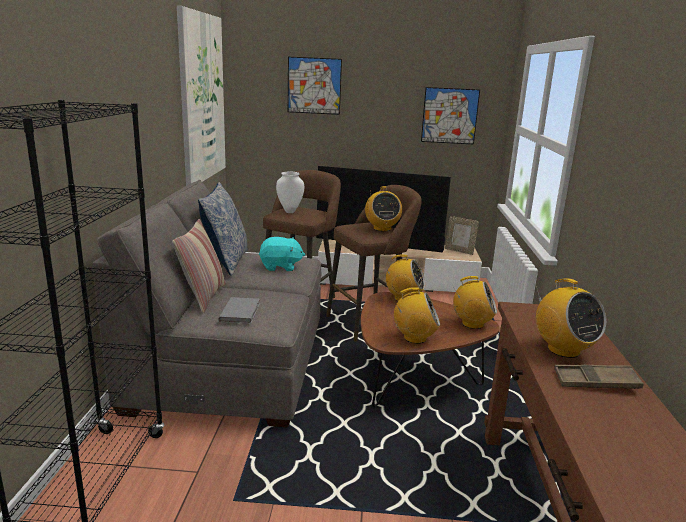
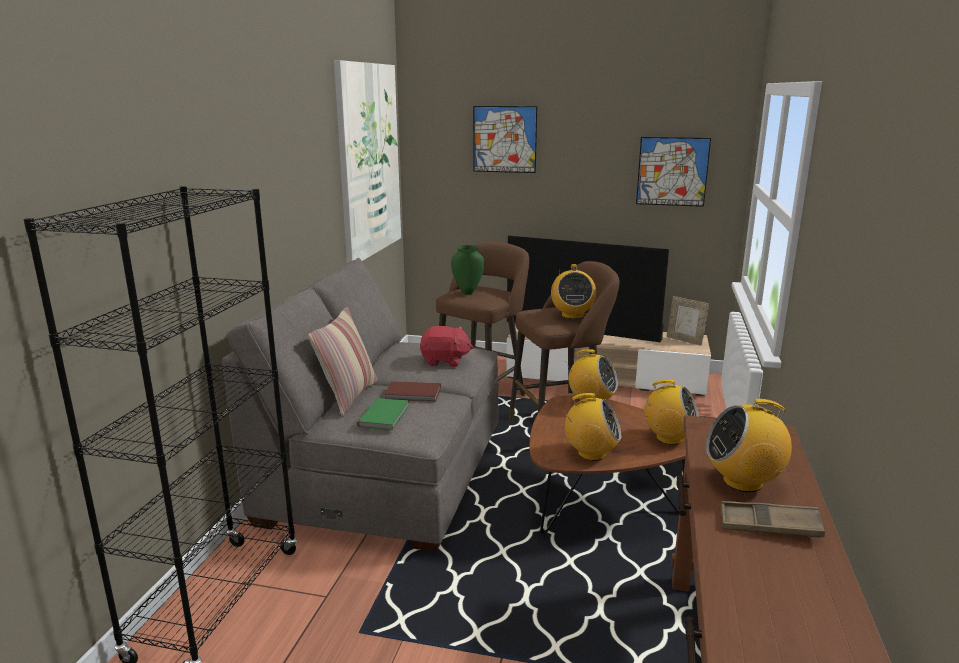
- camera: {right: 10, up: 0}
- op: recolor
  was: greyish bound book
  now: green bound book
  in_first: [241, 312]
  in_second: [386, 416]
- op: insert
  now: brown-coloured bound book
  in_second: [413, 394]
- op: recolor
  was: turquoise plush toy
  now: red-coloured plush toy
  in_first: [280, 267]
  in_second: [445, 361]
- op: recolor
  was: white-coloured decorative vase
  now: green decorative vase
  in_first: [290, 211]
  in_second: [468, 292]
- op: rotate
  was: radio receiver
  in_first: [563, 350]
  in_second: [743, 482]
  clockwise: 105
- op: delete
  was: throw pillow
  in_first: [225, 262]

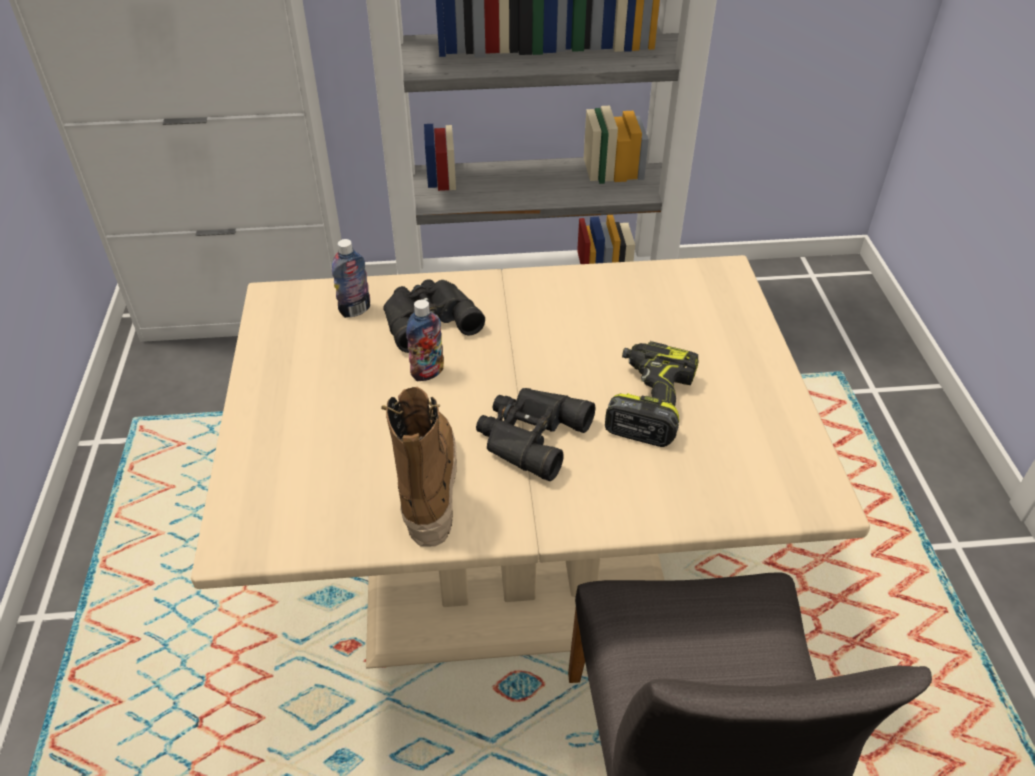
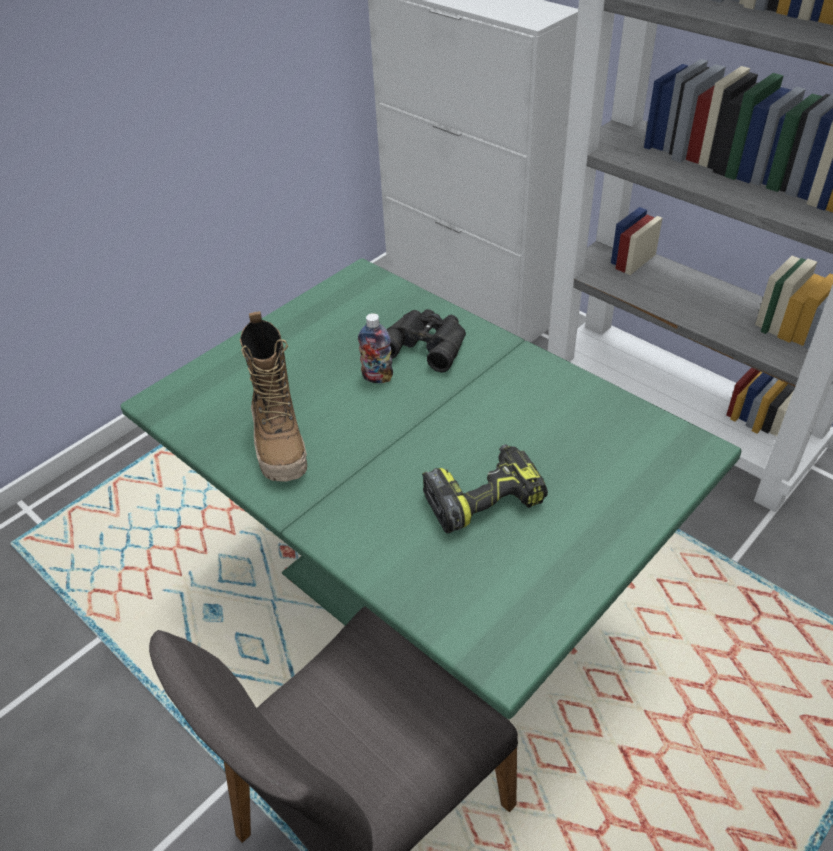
- camera: {right: 50, up: 0}
- op: recolor
  was: sand-coloured dinner table
  now: green dinner table
  in_first: [517, 582]
  in_second: [425, 600]
- op: rotate
  was: boot
  in_first: [427, 485]
  in_second: [280, 444]
  clockwise: 120
- op: delete
  was: drink bottle
  in_first: [355, 310]
- op: delete
  was: black-coloured pair of binoculars
  in_first: [529, 436]

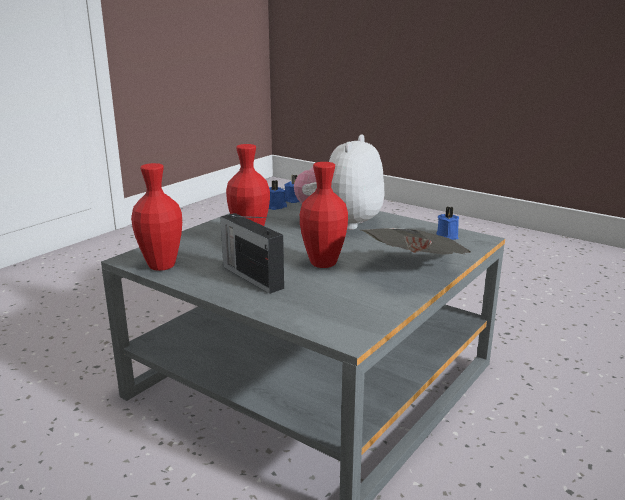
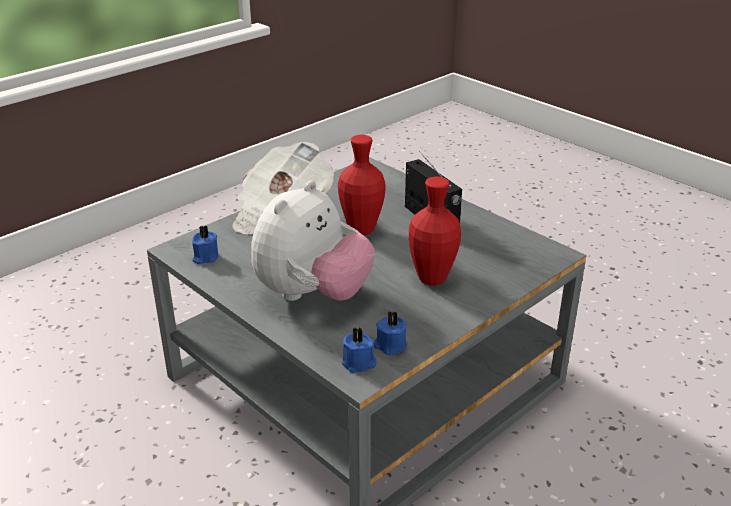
- camera: {right: -170, up: 10}
- op: delete
  was: red-coloured decorative vase
  in_first: [161, 266]

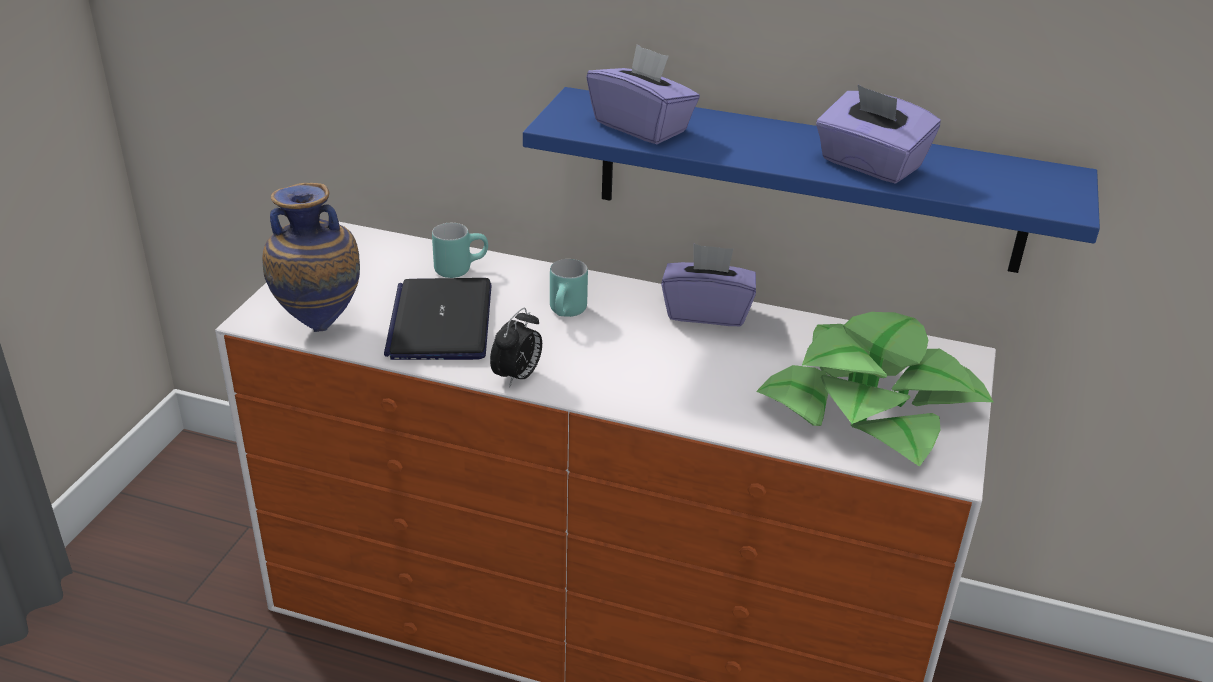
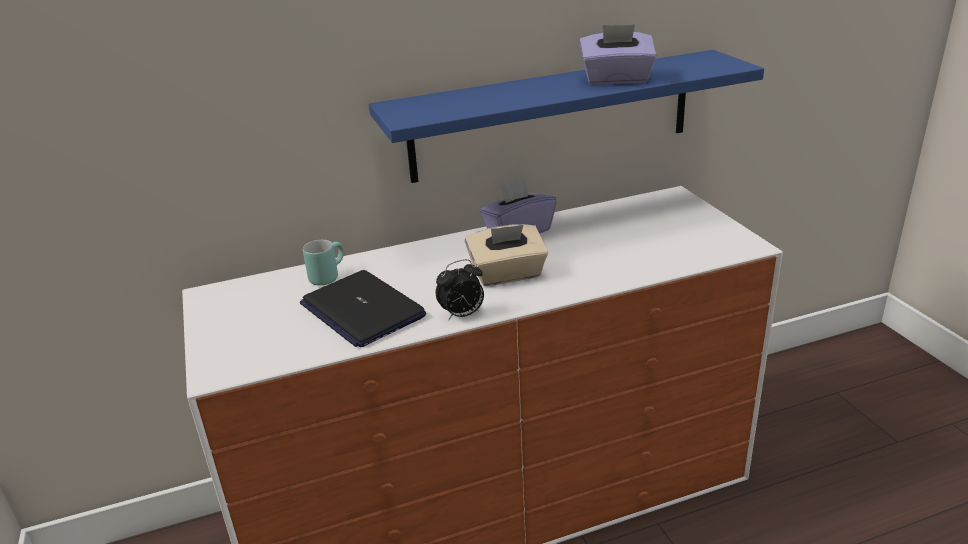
- camera: {right: -35, up: -5}
- op: rotate
  was: table clock
  in_first: [517, 377]
  in_second: [462, 315]
  clockwise: 75
- op: insert
  now: sand-coloured box of tissues
  in_second: [507, 275]
- op: delete
  was: decorative vase
  in_first: [320, 324]
- op: delete
  was: turquoise mug
  in_first: [568, 314]
- op: delete
  was: purplish box of tissues
  in_first: [641, 127]
- op: delete
  was: potted plant
  in_first: [872, 409]

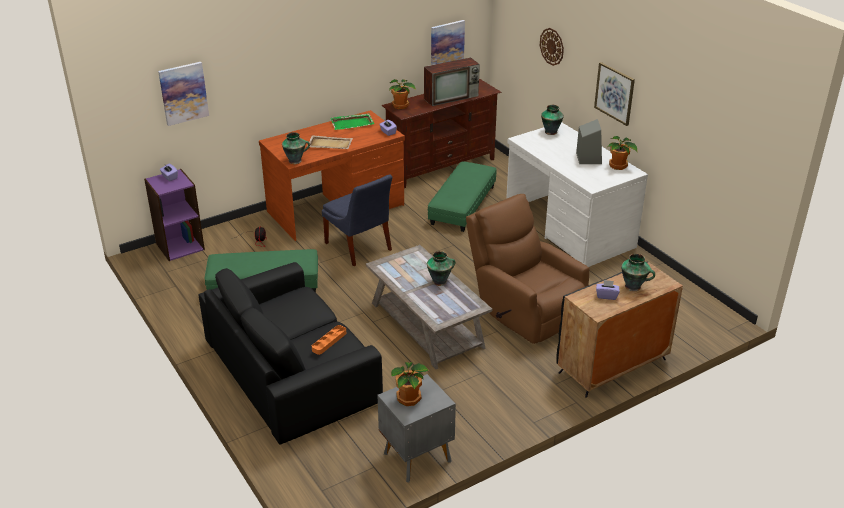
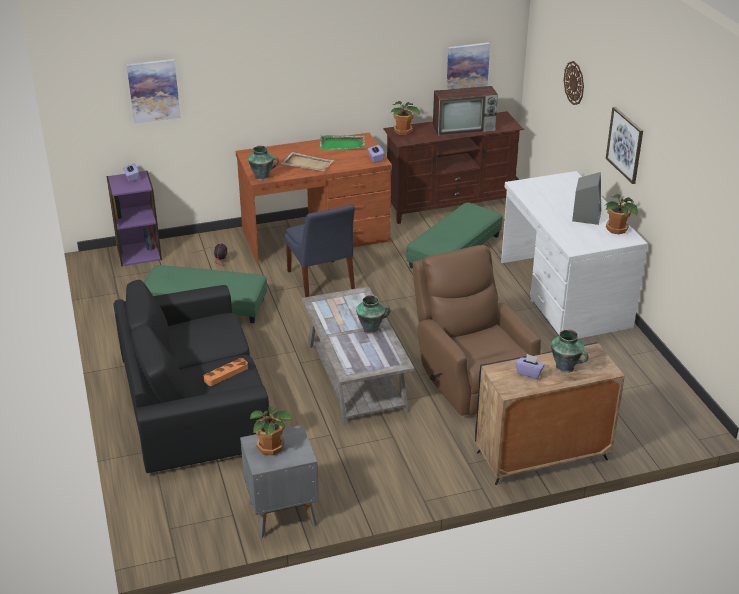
- camera: {right: 15, up: 0}
- op: delete
  was: decorative vase
  in_first: [551, 132]

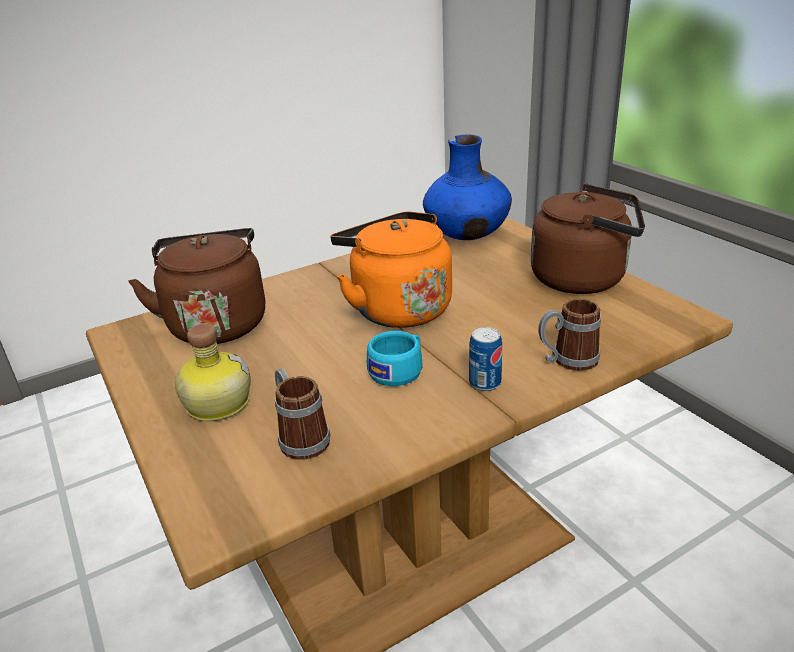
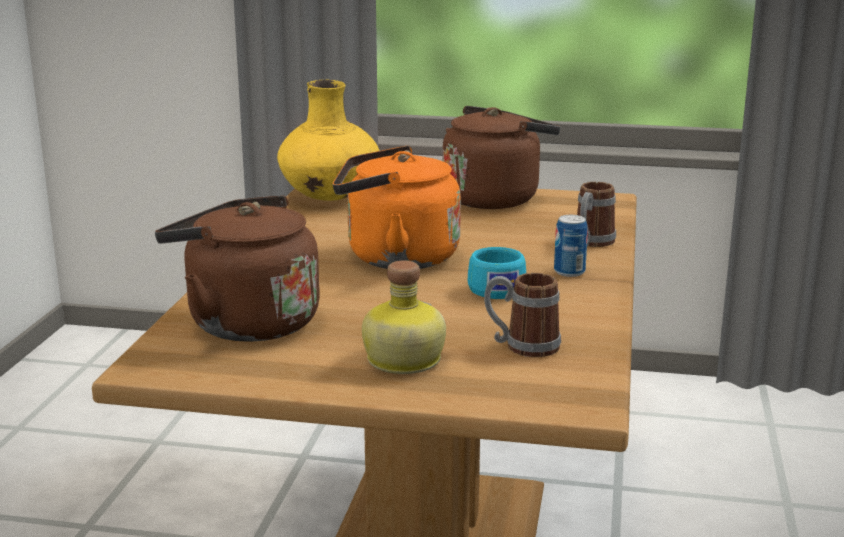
- camera: {right: -50, up: -10}
- op: recolor
  was: bluish decorative vase
  now: yellow-coloured decorative vase
  in_first: [467, 236]
  in_second: [329, 198]

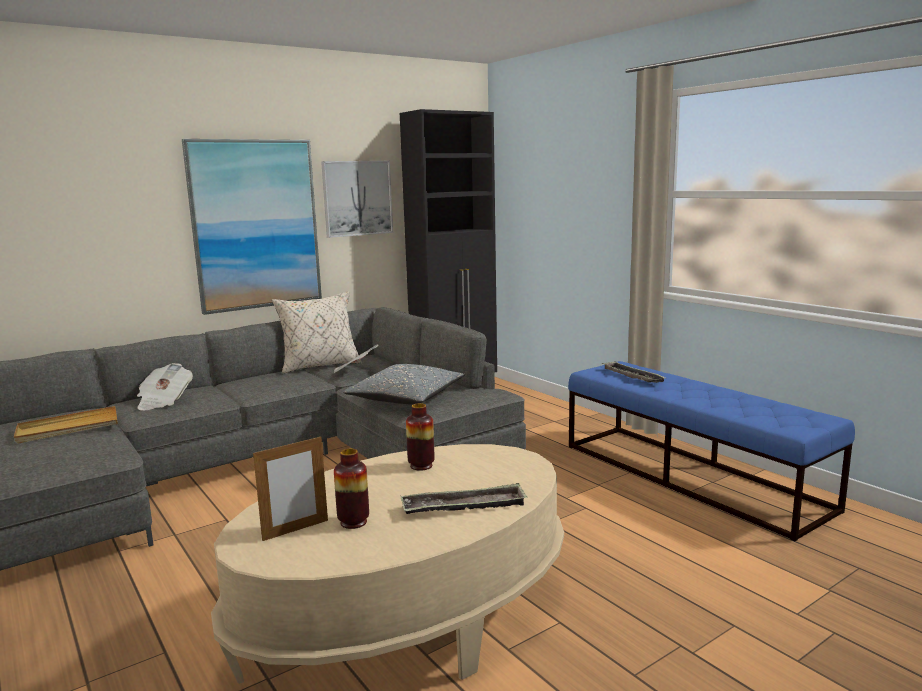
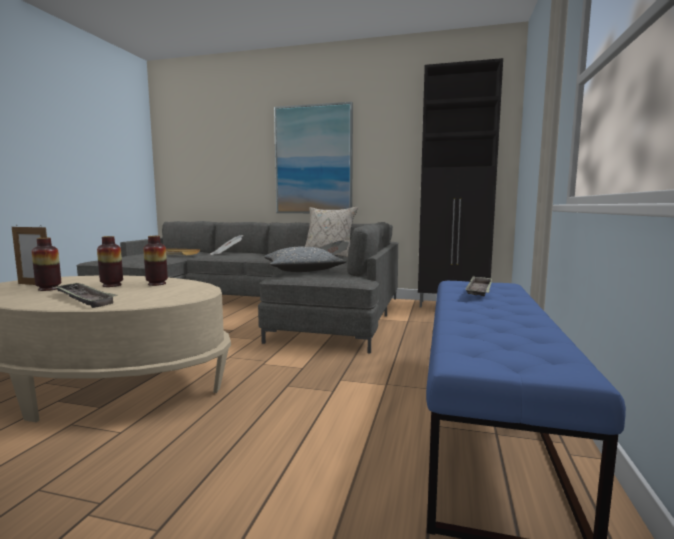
- camera: {right: 50, up: -5}
- op: insert
  now: decorative vase
  in_second: [112, 285]
- op: delete
  was: wall art
  in_first: [357, 198]

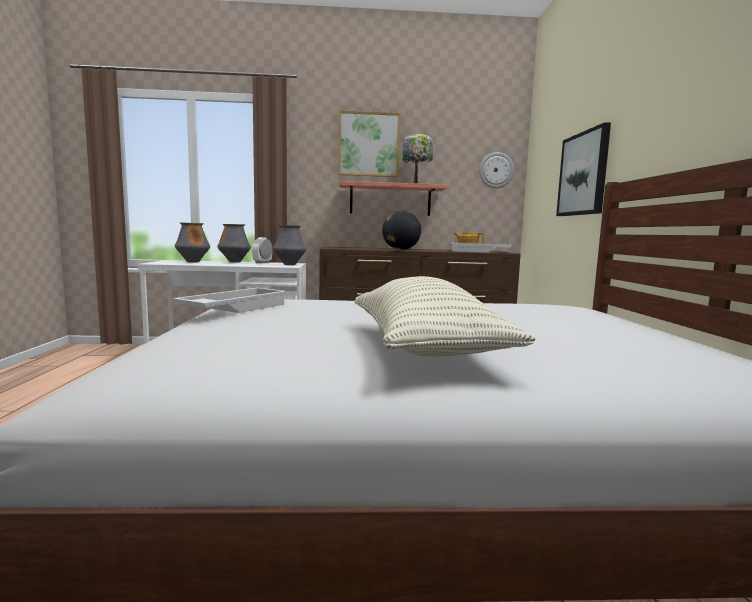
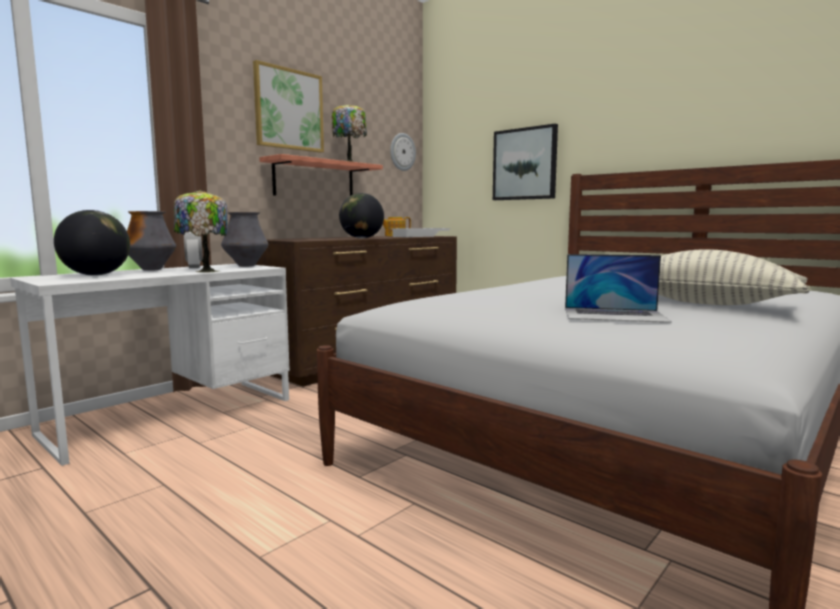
- camera: {right: -45, up: 0}
- op: replace
  was: decorative vase
  now: world globe
  in_first: [193, 262]
  in_second: [96, 275]
- op: insert
  now: lamp for a table
  in_second: [205, 271]
- op: insert
  now: laptop
  in_second: [614, 315]
- op: delete
  was: white-coloured carrying tray
  in_first: [234, 308]

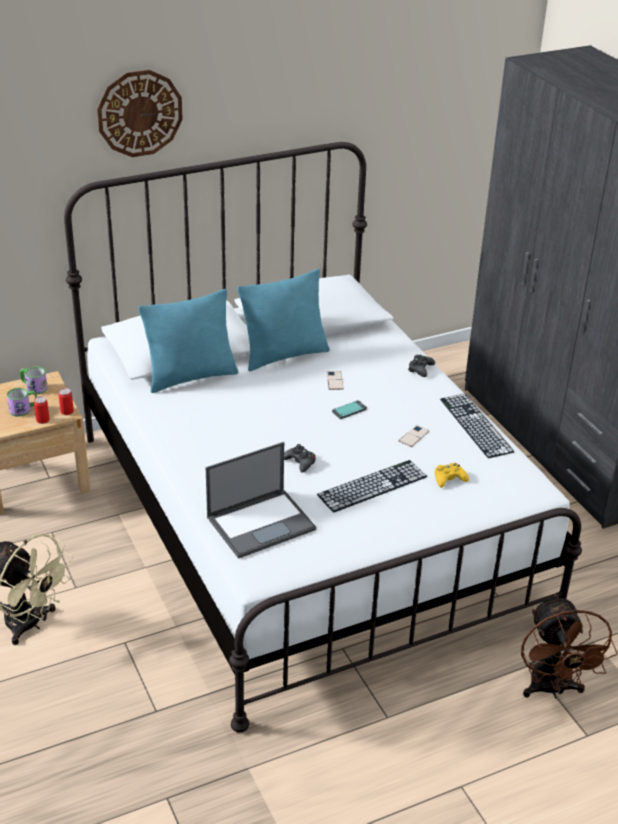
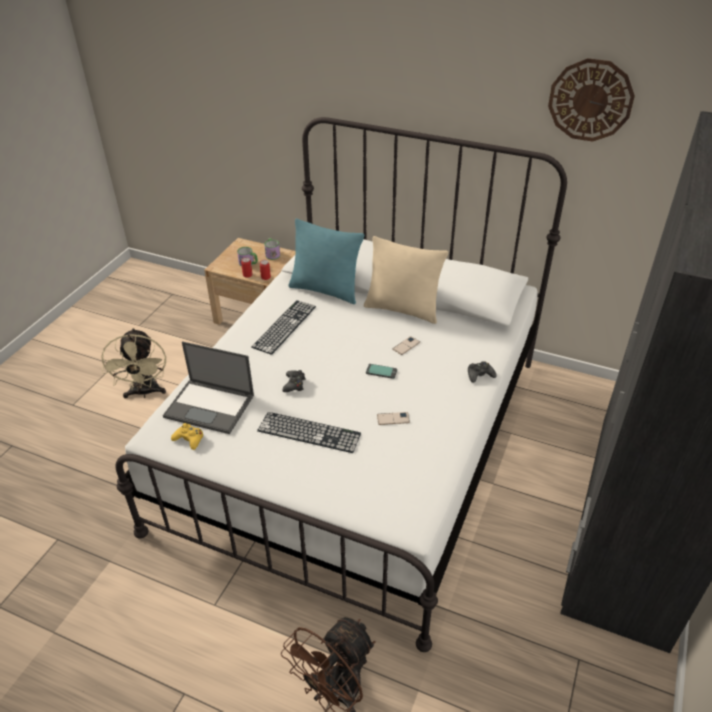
- camera: {right: 50, up: 5}
- op: move
  was: yellow-coloured game controller
  in_first: [449, 479]
  in_second: [189, 439]
- op: move
  was: keyboard
  in_first: [475, 425]
  in_second: [284, 326]
- op: recolor
  was: turquoise throw pillow
  now: sand-coloured throw pillow
  in_first: [284, 355]
  in_second: [402, 309]
- op: move
  was: hanging clock
  in_first: [139, 113]
  in_second: [590, 100]

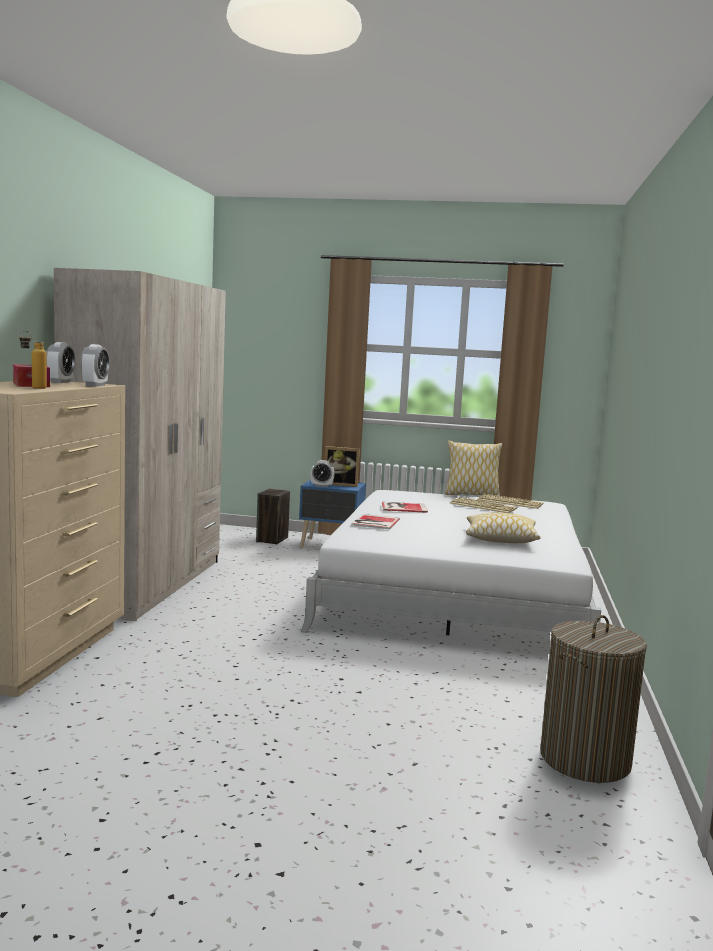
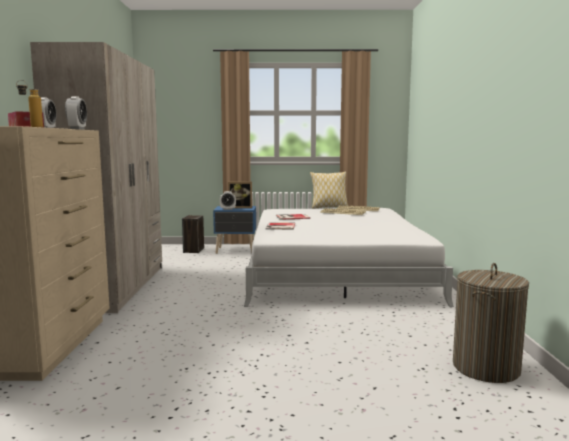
- camera: {right: -10, up: 0}
- op: delete
  was: throw pillow
  in_first: [500, 539]

